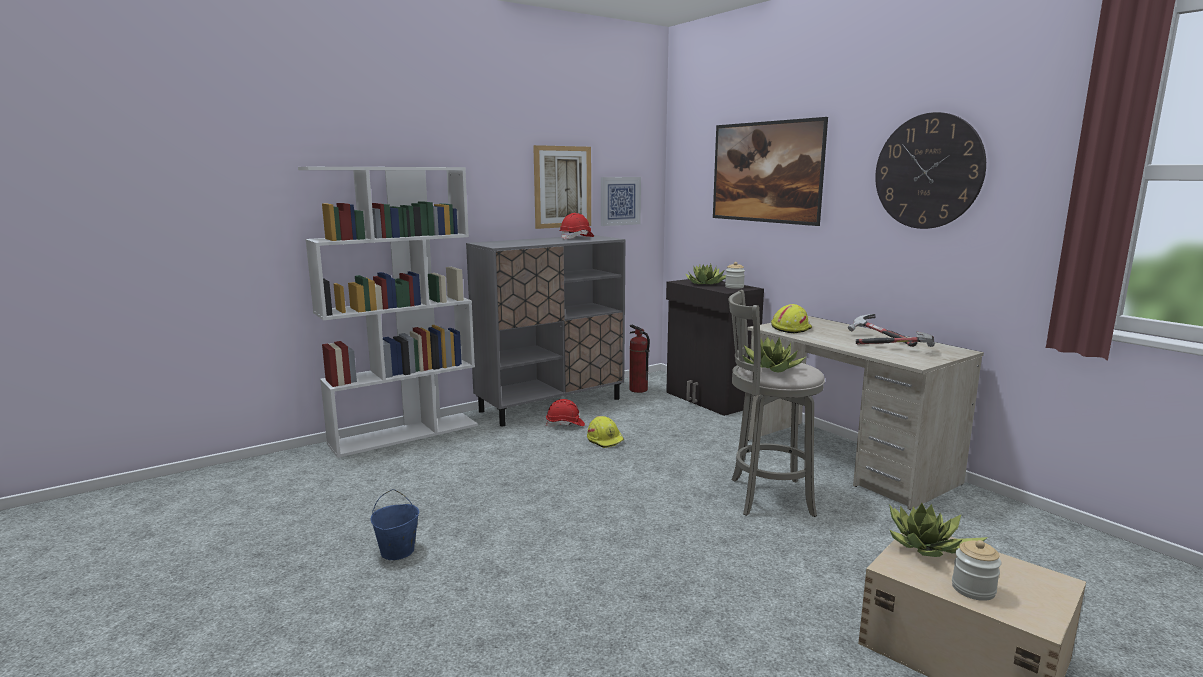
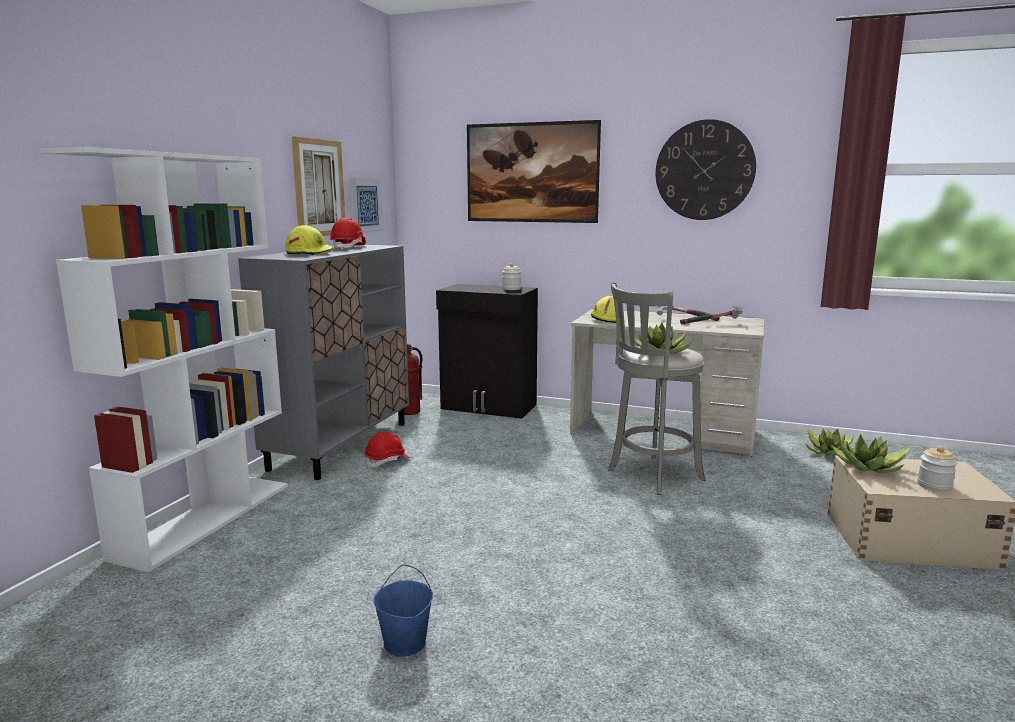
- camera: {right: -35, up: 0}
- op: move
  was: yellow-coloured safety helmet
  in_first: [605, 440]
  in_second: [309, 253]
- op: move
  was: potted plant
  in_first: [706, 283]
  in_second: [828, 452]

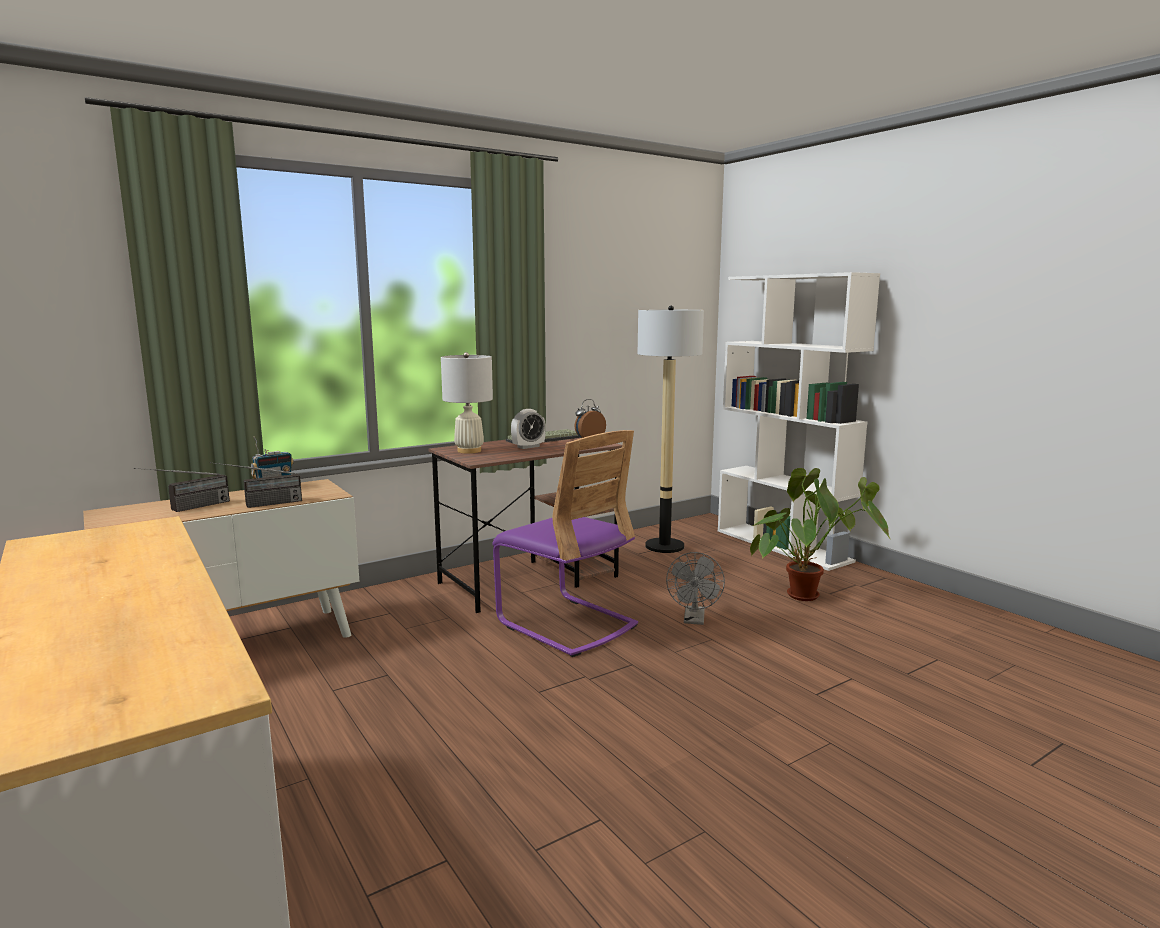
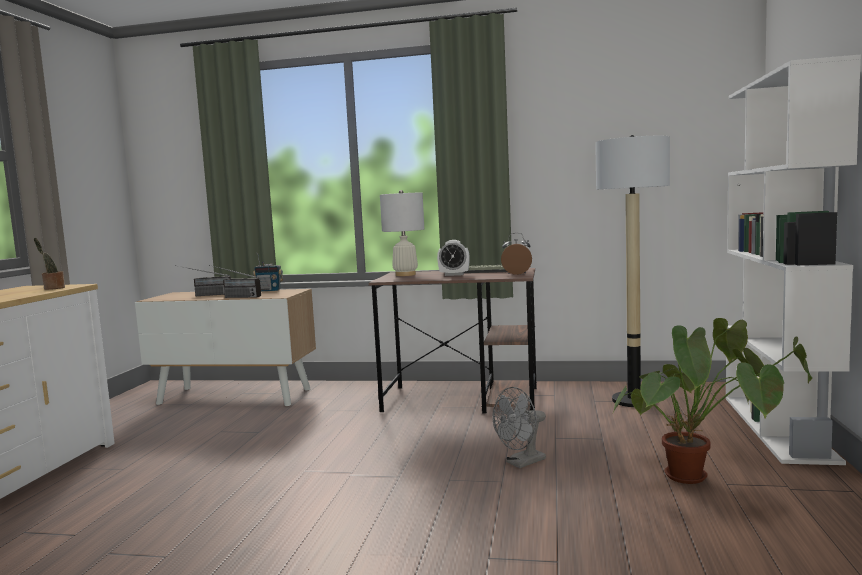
- camera: {right: 45, up: -5}
- op: insert
  now: potted plant
  in_second: [52, 288]
- op: delete
  was: purplish chair
  in_first: [566, 624]

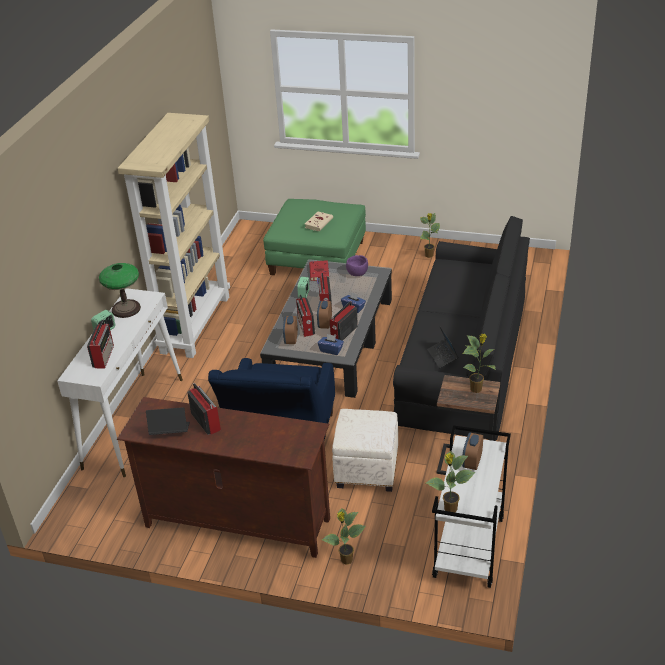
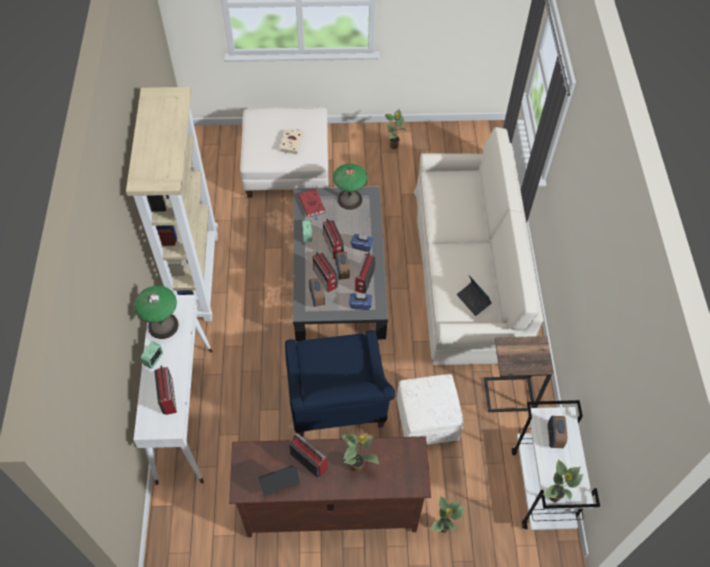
- camera: {right: -20, up: 20}
- op: recolor
  was: green pouffe
  now: white-coloured pouffe
  in_first: [317, 257]
  in_second: [287, 166]
- op: replace
  was: purplish bowl
  now: lamp for a table
  in_first: [358, 273]
  in_second: [350, 199]
- op: move
  was: potted plant
  in_first: [477, 389]
  in_second: [357, 466]
- op: recolor
  was: black-coloured settee
  now: sand-coloured settee
  in_first: [463, 358]
  in_second: [468, 271]

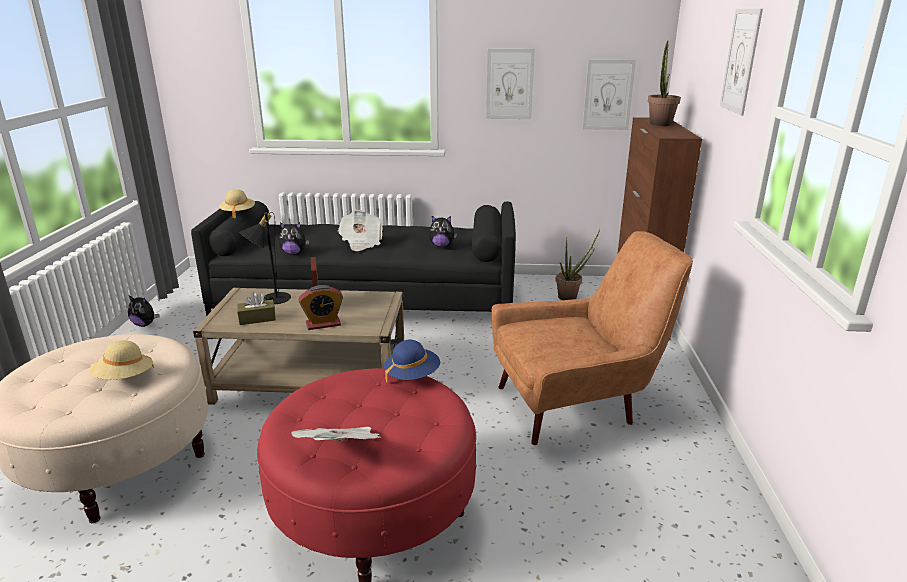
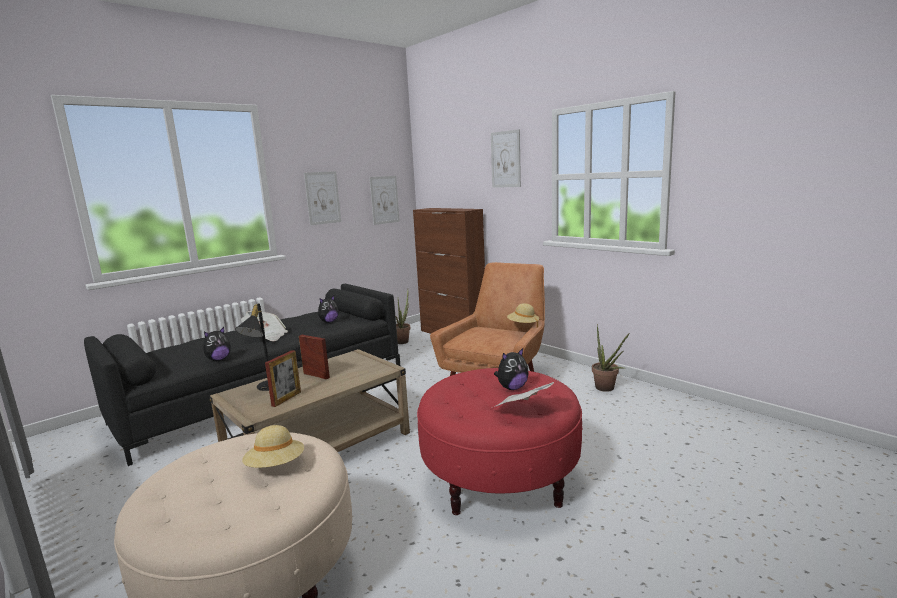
- camera: {right: -45, up: -10}
- op: replace
  was: brown-coloured box of tissues
  now: picture frame
  in_first: [257, 319]
  in_second: [286, 399]
- op: move
  was: plush toy
  in_first: [145, 324]
  in_second: [512, 388]
- op: move
  was: sand-coloured wearable hat
  in_first: [238, 213]
  in_second: [523, 325]
- op: move
  was: potted plant
  in_first: [660, 125]
  in_second: [607, 389]
- op: delete
  was: table clock
  in_first: [323, 324]
- op: delete
  was: bluish wearable hat
  in_first: [412, 375]

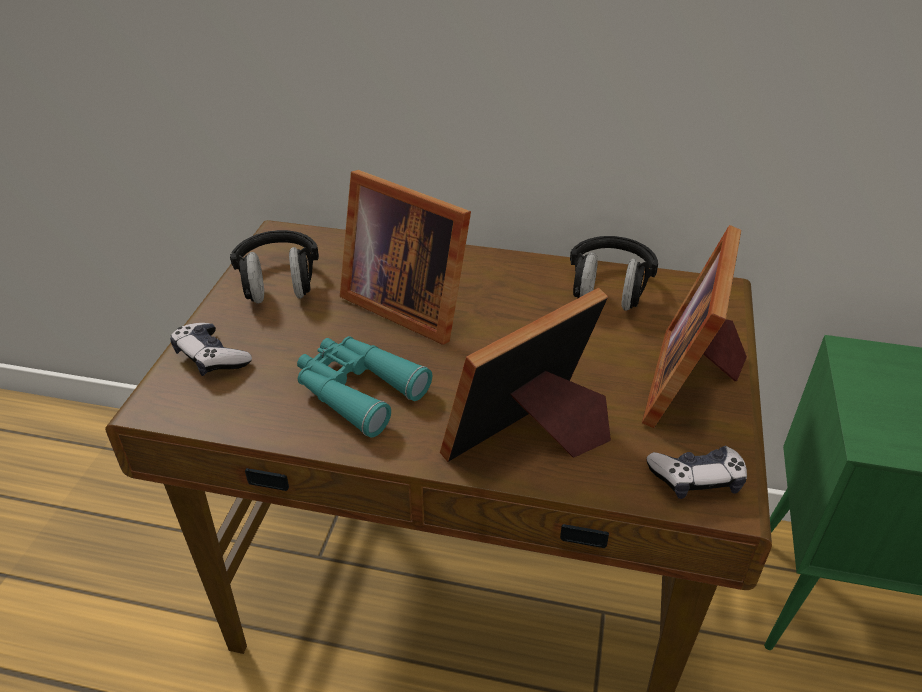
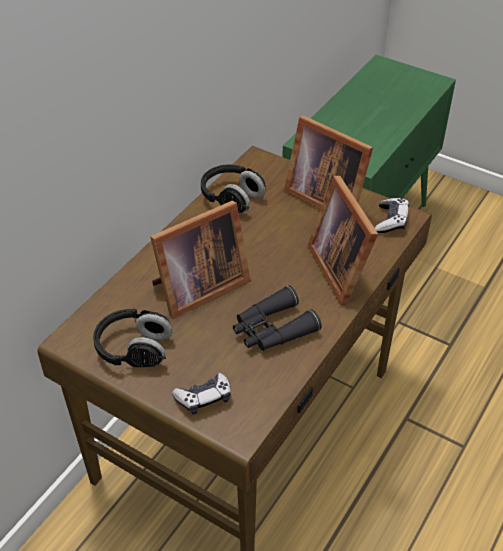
- camera: {right: -70, up: 5}
- op: recolor
  was: turquoise pair of binoculars
  now: black-coloured pair of binoculars
  in_first: [357, 390]
  in_second: [272, 329]

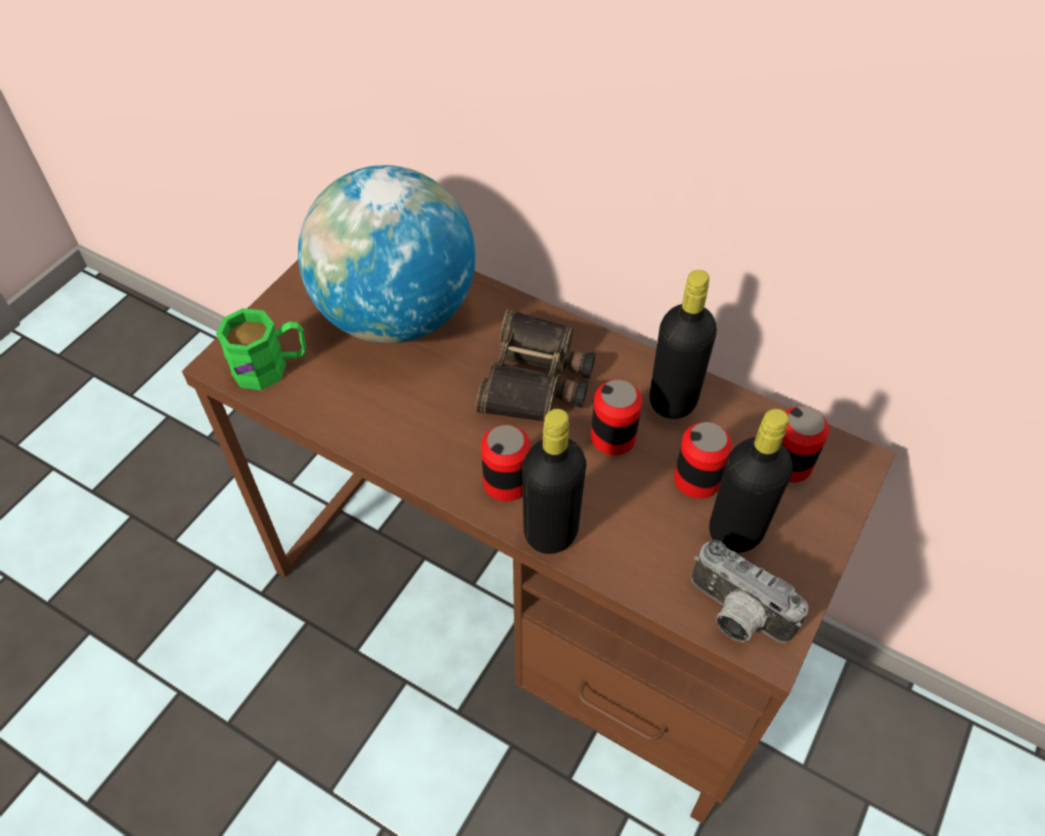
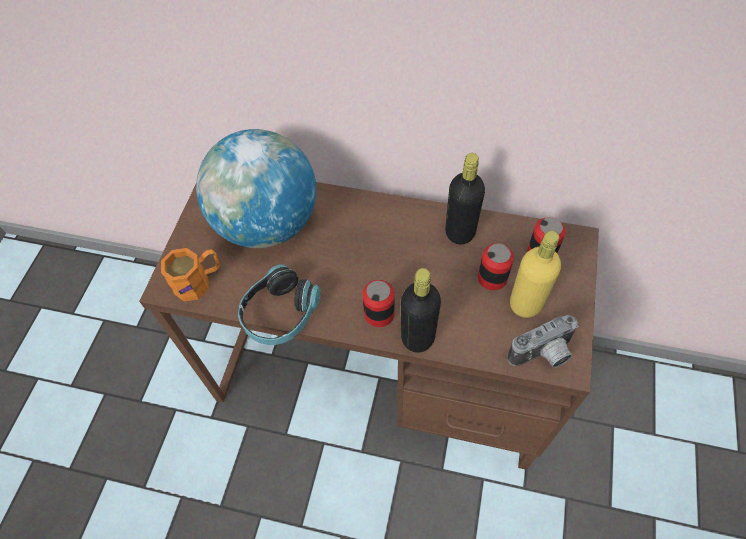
- camera: {right: -15, up: 5}
- op: recolor
  was: green mug
  now: orange-coloured mug
  in_first: [271, 367]
  in_second: [199, 281]
- op: insert
  now: headset
  in_second: [280, 313]
- op: rotate
  was: photo camera
  in_first: [734, 615]
  in_second: [543, 355]
  clockwise: -45
- op: recolor
  was: black-coloured drink bottle
  now: yellow-coloured drink bottle
  in_first: [735, 531]
  in_second: [526, 303]
- op: delete
  was: pair of binoculars
  in_first: [537, 379]
- op: delete
  was: can
  in_first: [613, 437]

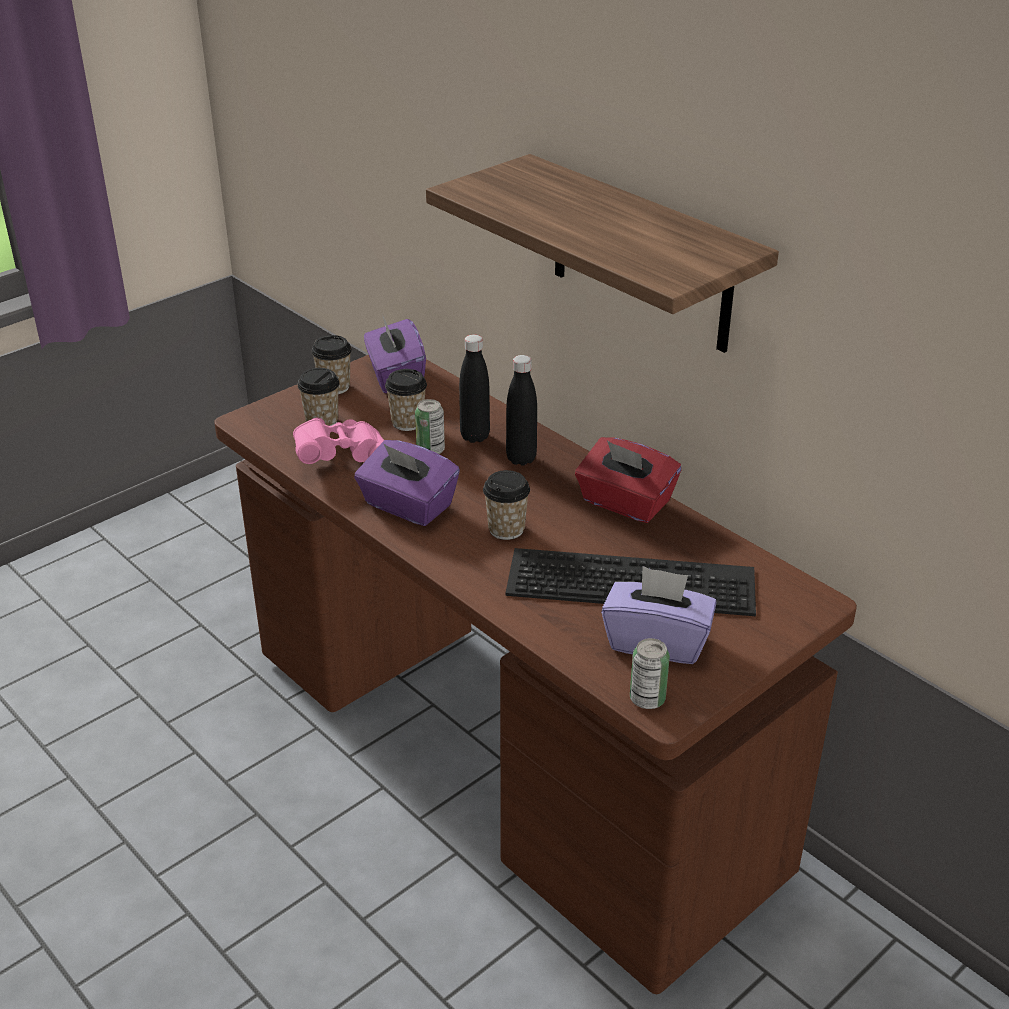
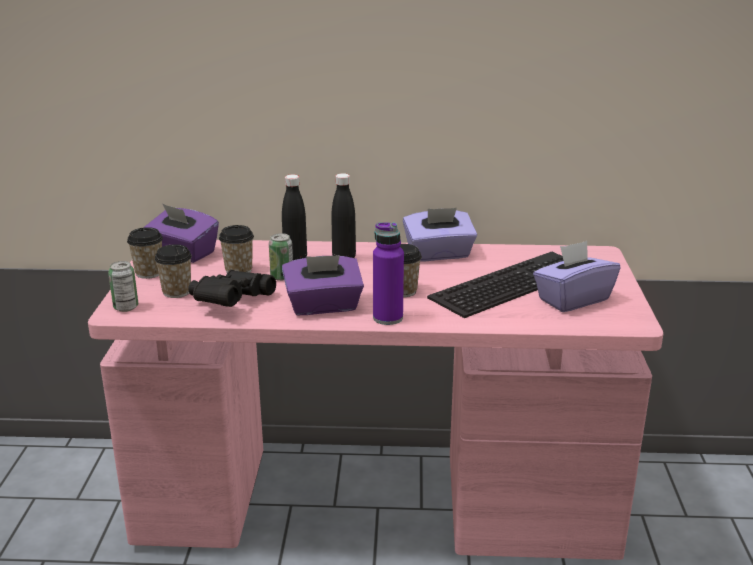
- camera: {right: -45, up: -10}
- op: recolor
  was: brown-coloured desk table
  now: pink desk table
  in_first: [506, 758]
  in_second: [376, 505]
- op: move
  was: can
  in_first: [647, 699]
  in_second: [126, 307]
- op: recolor
  was: pink pair of binoculars
  now: black-coloured pair of binoculars
  in_first: [342, 458]
  in_second: [230, 303]
- op: insert
  now: purplish drink bottle
  in_second: [388, 318]
- op: recolor
  was: red-coloured box of tissues
  now: purplish box of tissues
  in_first: [625, 503]
  in_second: [439, 254]
- op: delete
  was: wall shelf
  in_first: [641, 255]

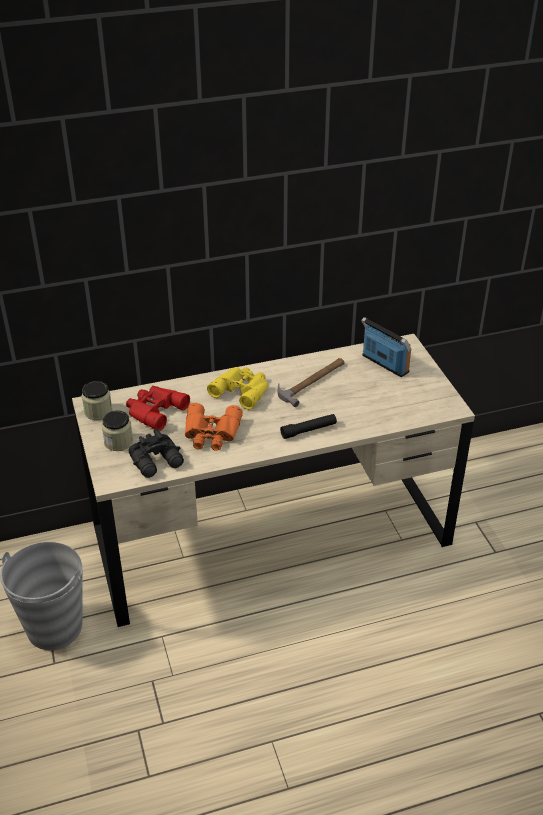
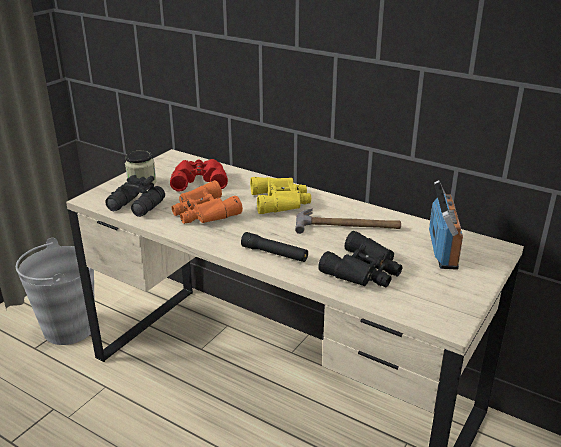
- camera: {right: 50, up: -10}
- op: insert
  now: black-coloured pair of binoculars
  in_second: [364, 270]
- op: delete
  was: preserve jar
  in_first: [98, 412]

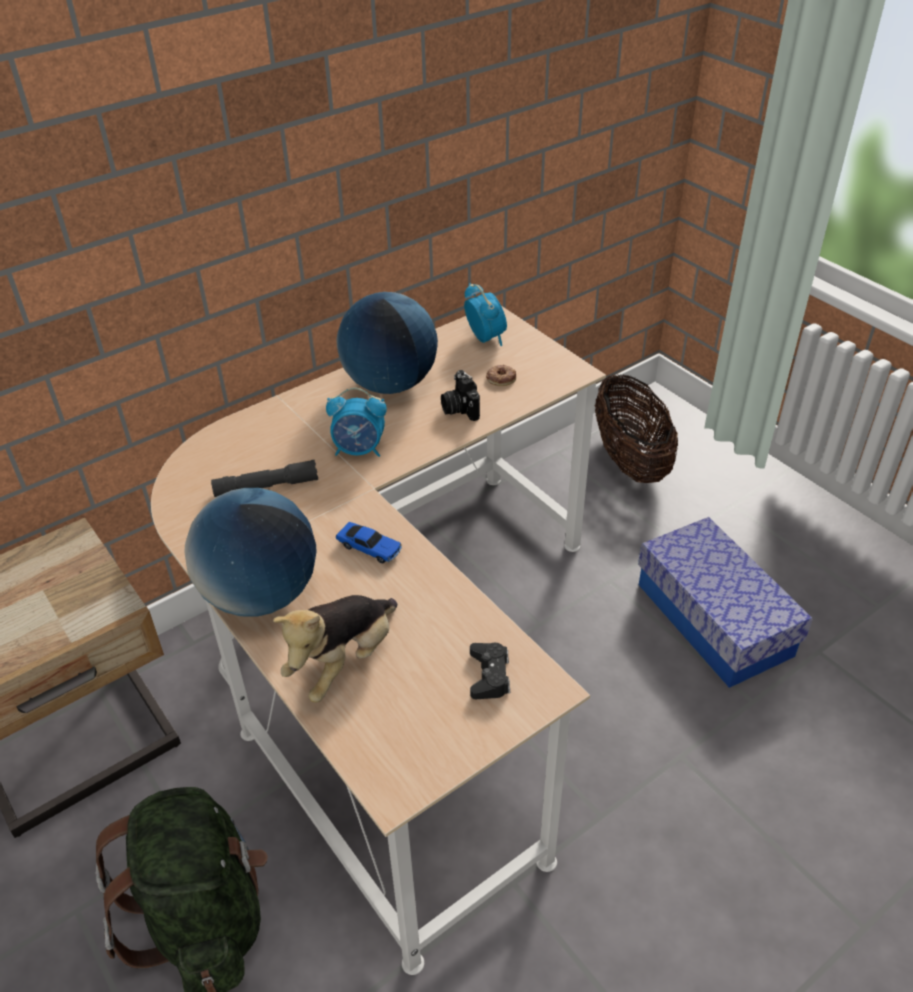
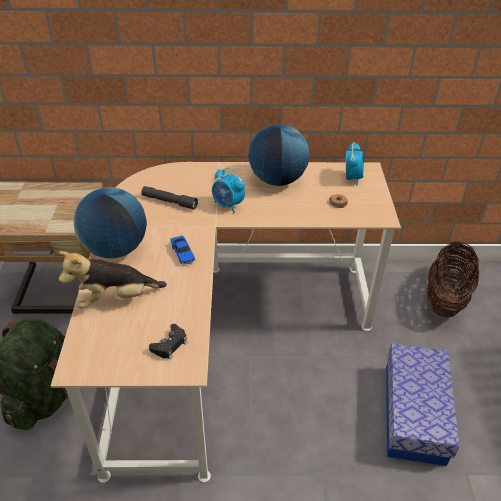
- camera: {right: 35, up: 0}
- op: delete
  was: photo camera
  in_first: [459, 408]

